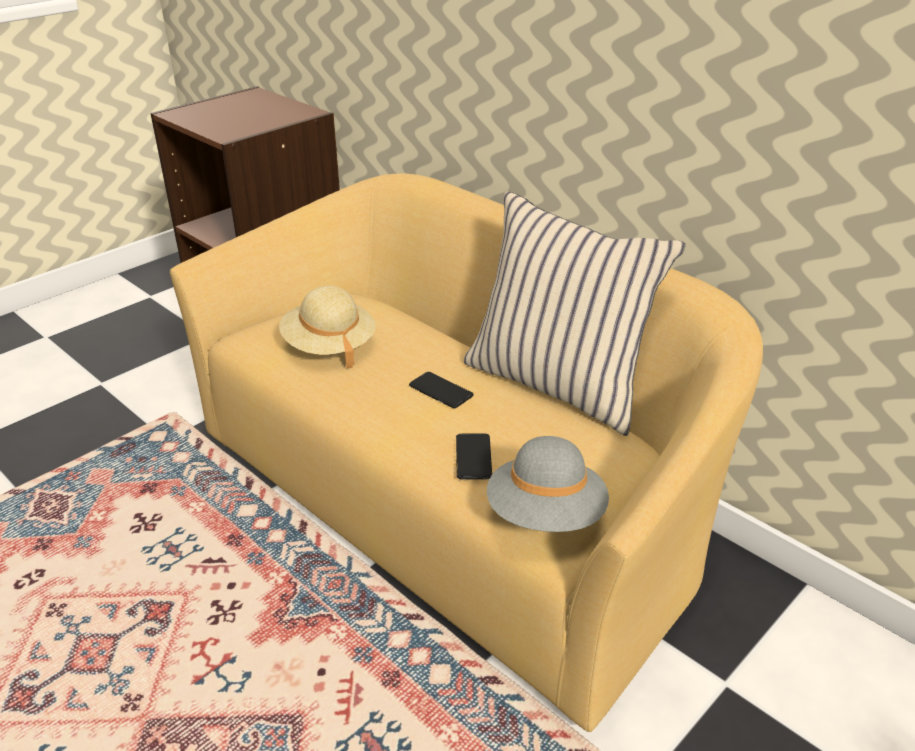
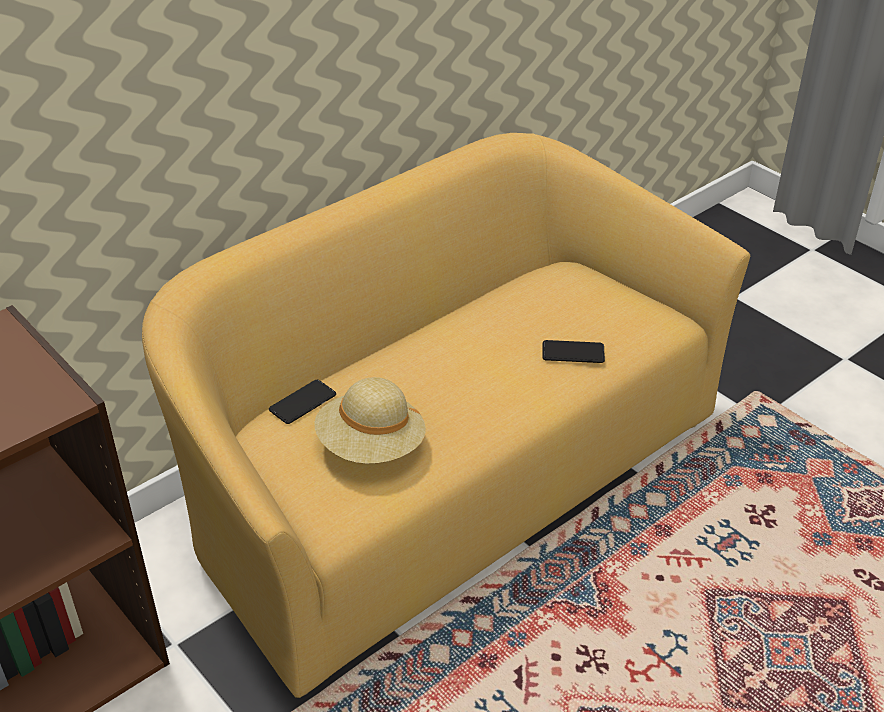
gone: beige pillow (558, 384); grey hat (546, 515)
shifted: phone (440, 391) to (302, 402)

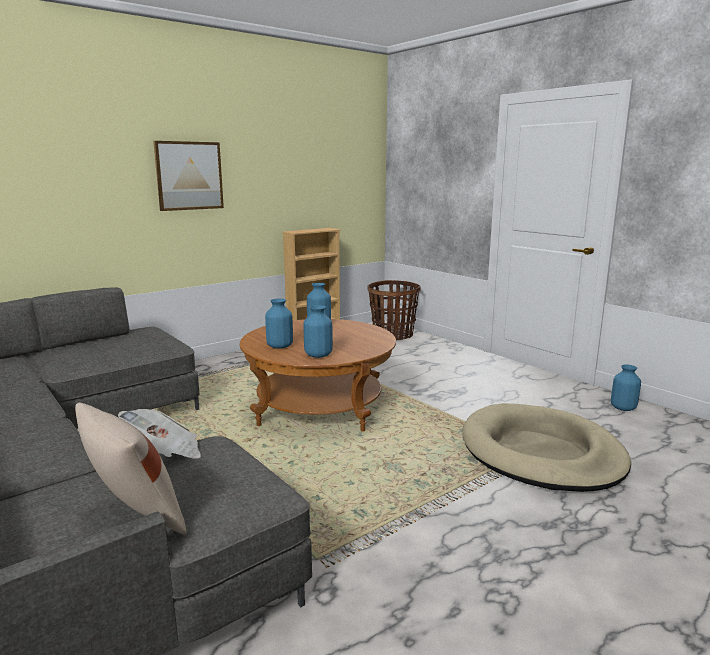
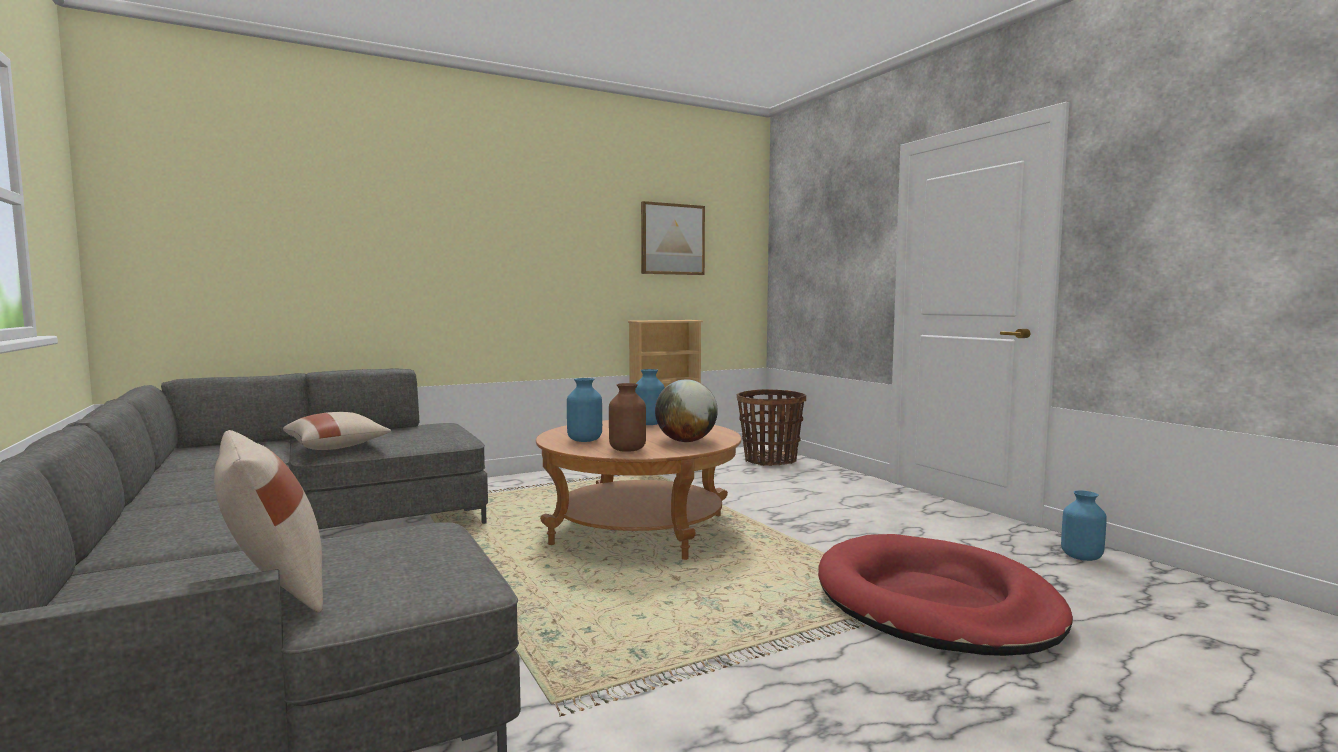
gone: newspaper (164, 452)
new: beige pillow (337, 447); globe (686, 441)
shifted: picture (189, 176) to (672, 239)
repainted: blue vase (318, 355) to brown vase (628, 449); beige dog bed (541, 453) to red dog bed (935, 603)

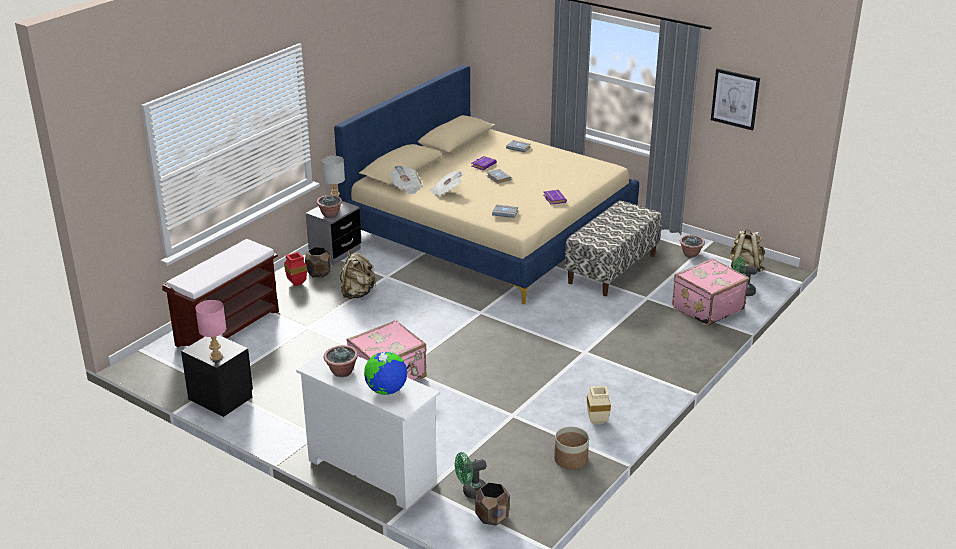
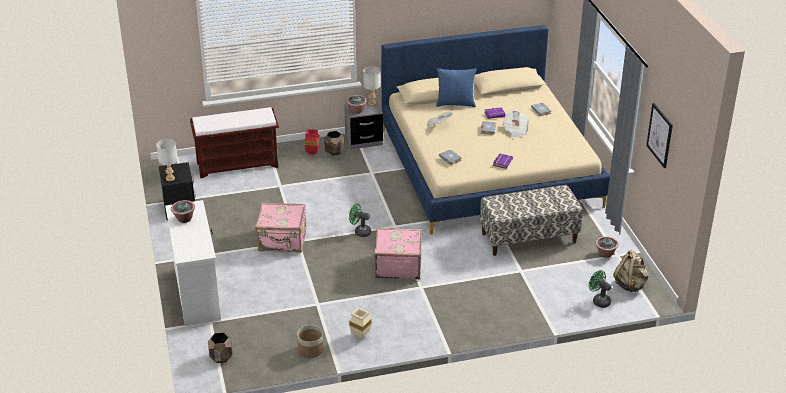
gone: beige backpack (357, 294); globe (386, 390)
new: blue pillow (455, 104)
shifted: newspaper (406, 188) to (515, 131); green fan (471, 492) to (360, 232); pink suitcase (706, 308) to (398, 266)
repainted: pink table lamp (216, 356) to grey table lamp (170, 178)

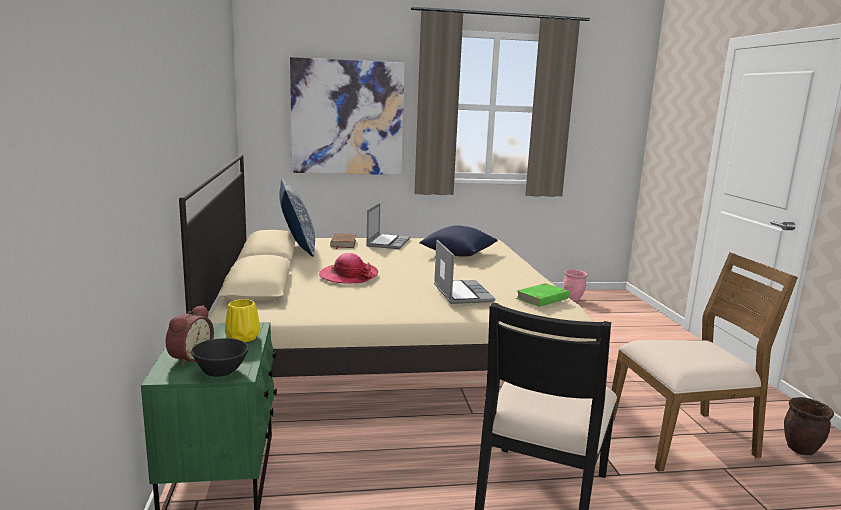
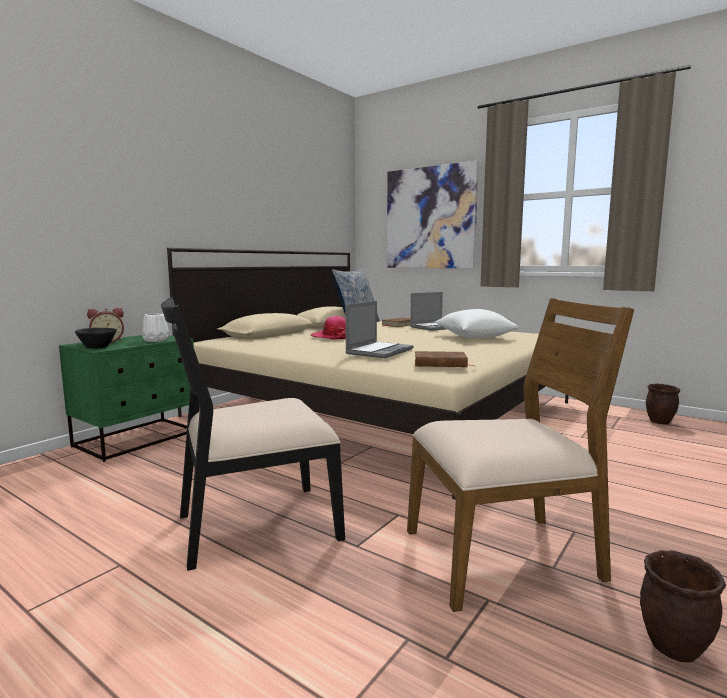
repainted: yellow vase (243, 338) to white vase (156, 340); blue pillow (458, 254) to white pillow (474, 337); green book (542, 298) to brown book (440, 363); pink planter (572, 299) to brown planter (659, 422)
rotated: brown chair (683, 438) = (503, 556) 45 degrees counterclockwise

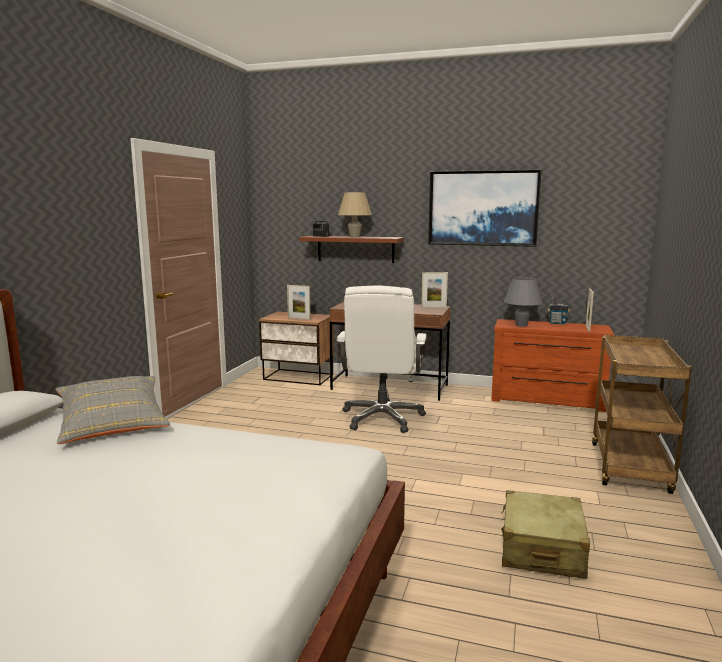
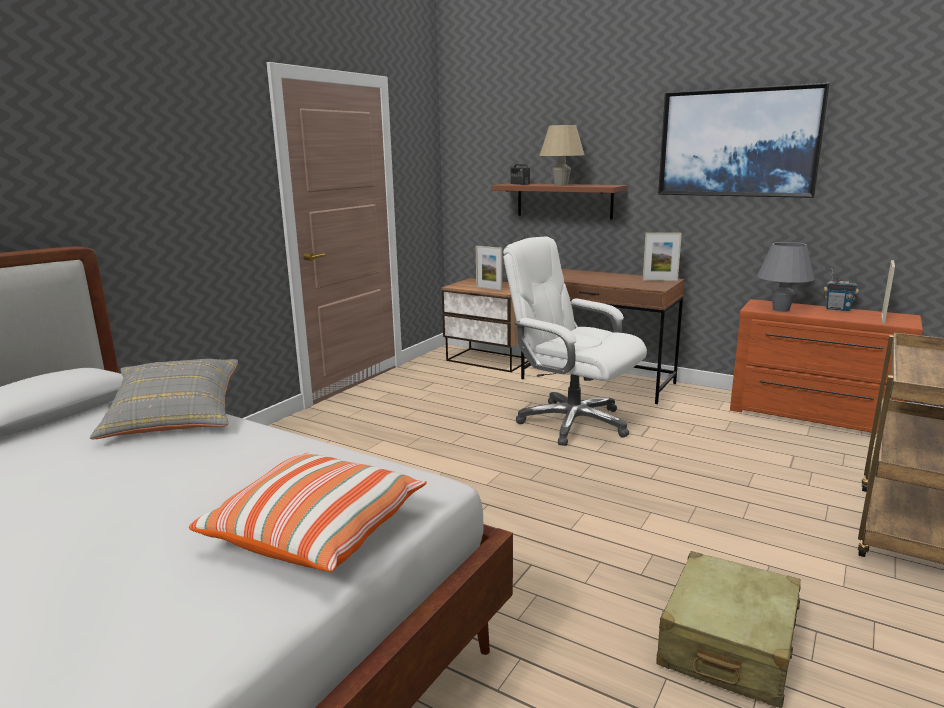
new: pillow (317, 531)
rotated: white office chair (382, 418) = (572, 422) 105 degrees clockwise

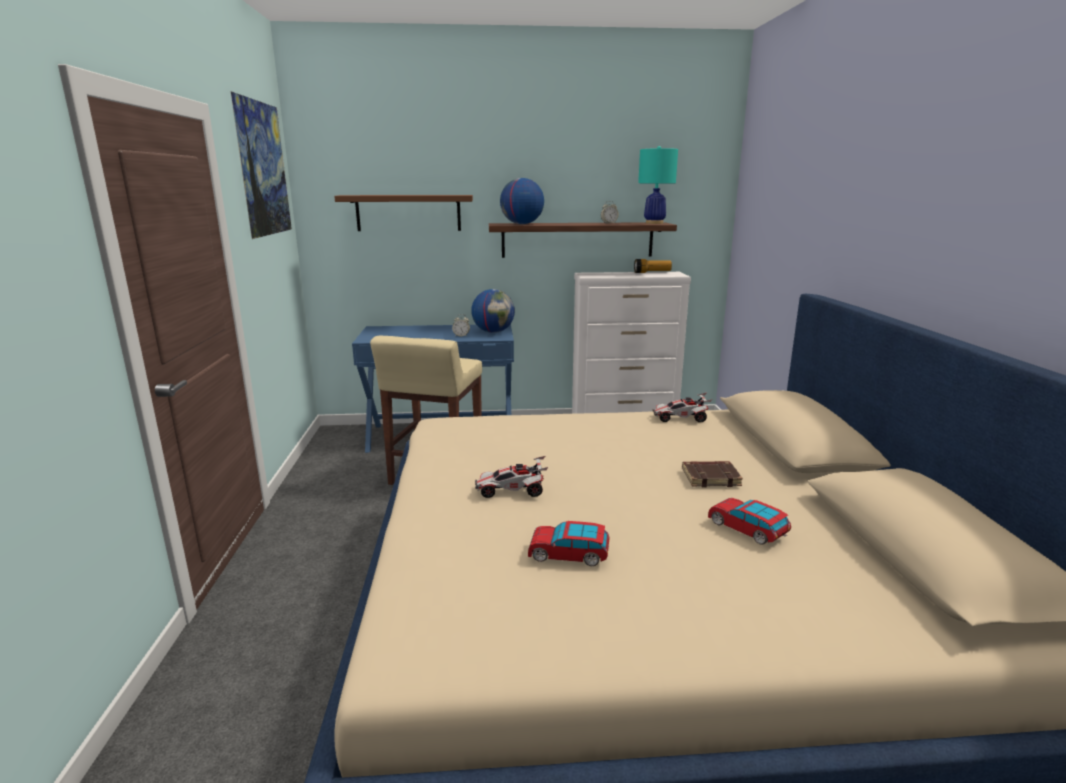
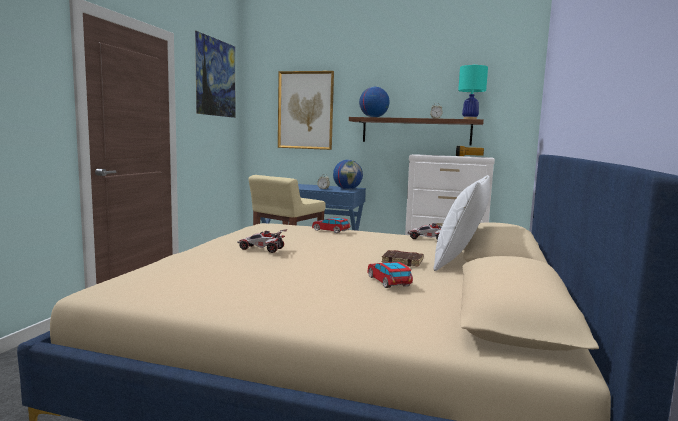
new: white pillow (460, 261)
shifted: toy car (569, 554) to (331, 231)
swapped: brown shelf (408, 213) to picture (305, 110)

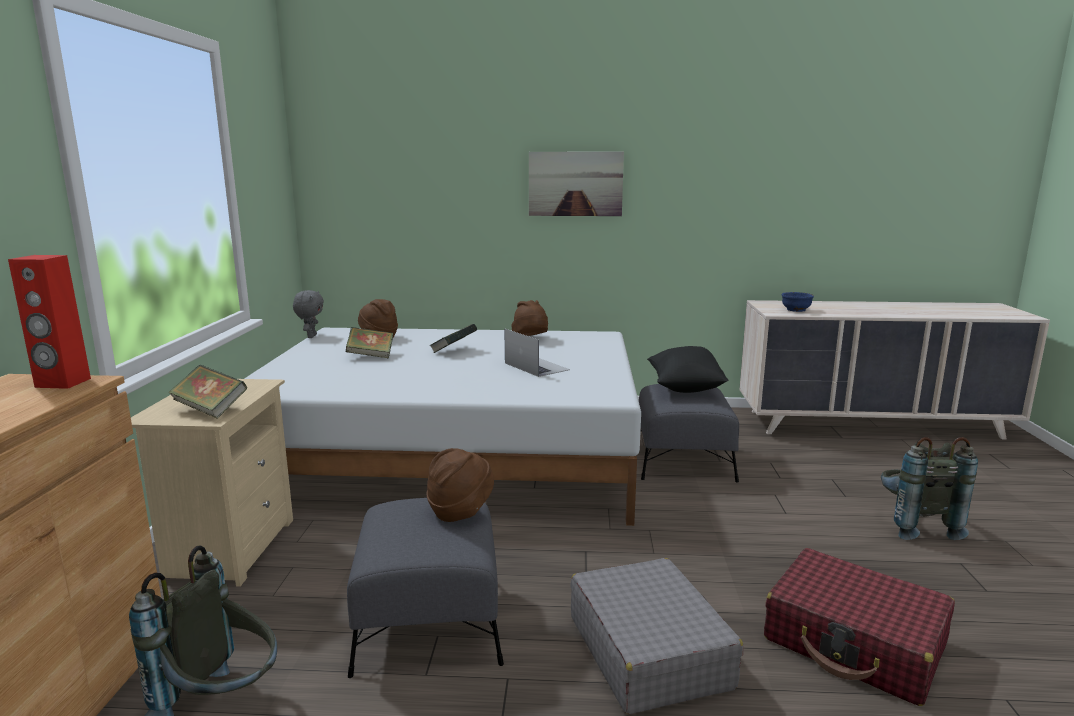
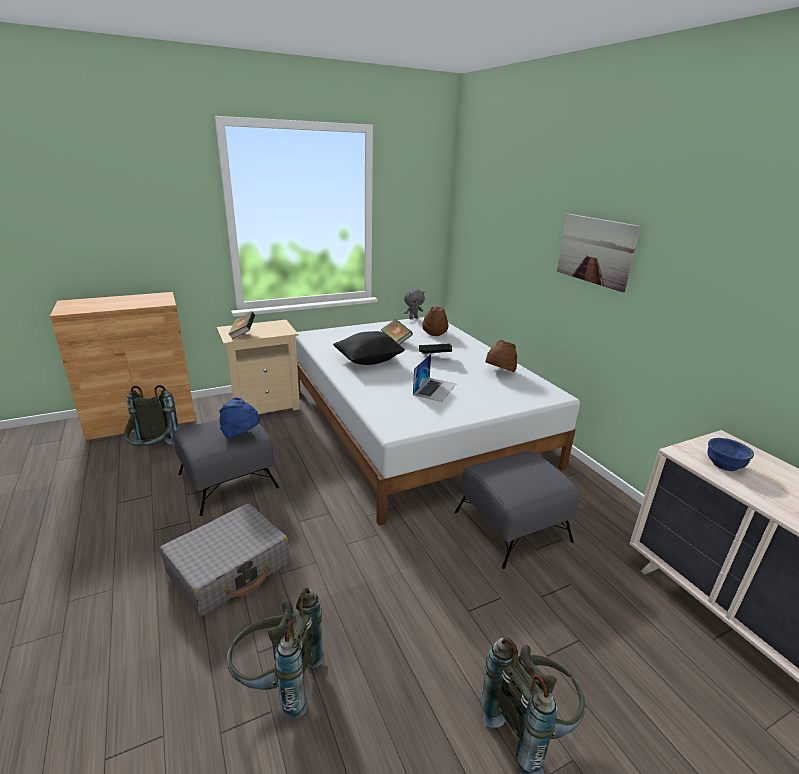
gone: red speaker (62, 383)
shifted: black pillow (685, 388) to (369, 361)
swapped: red suitcase (854, 642) to grey backpack (278, 683)
repainted: brown hat (460, 511) to blue hat (241, 434)

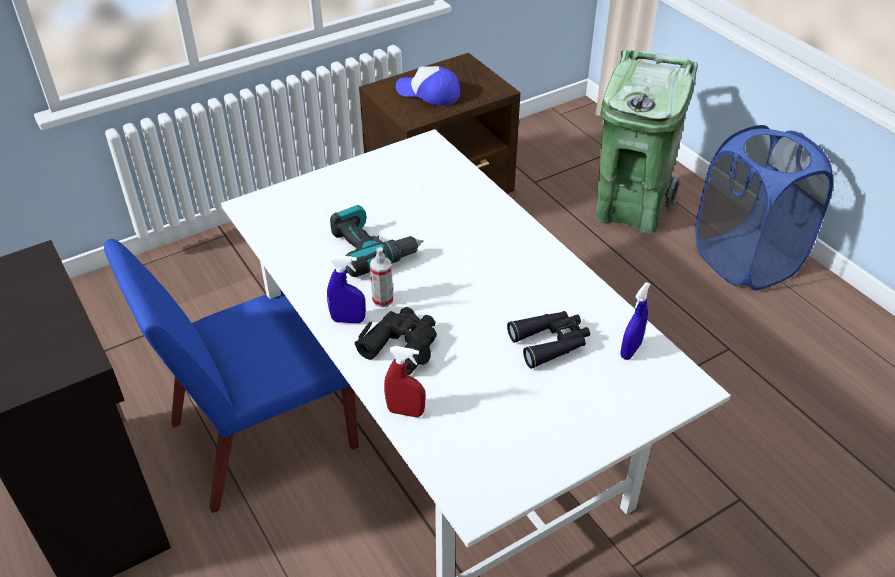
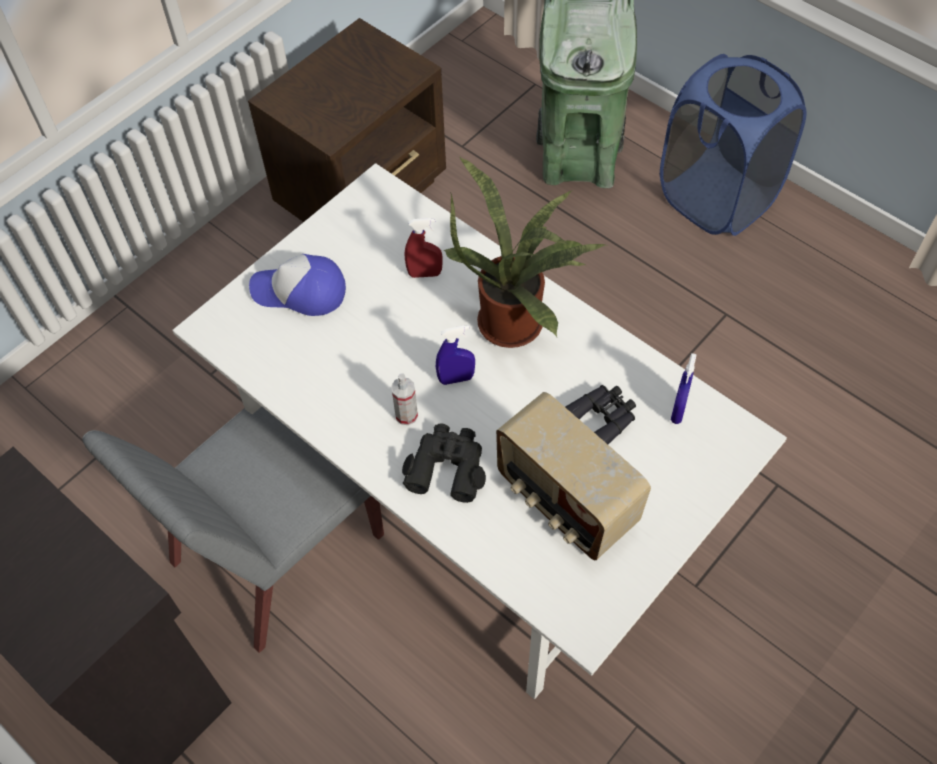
gone: power drill (371, 249)
new: potted plant (516, 321); radio (565, 501)
shifted: blue spray bottle (348, 320) to (456, 378); red spray bottle (405, 411) to (424, 273); cap (428, 93) to (300, 291)
repainted: blue chair (261, 437) to grey chair (275, 551)

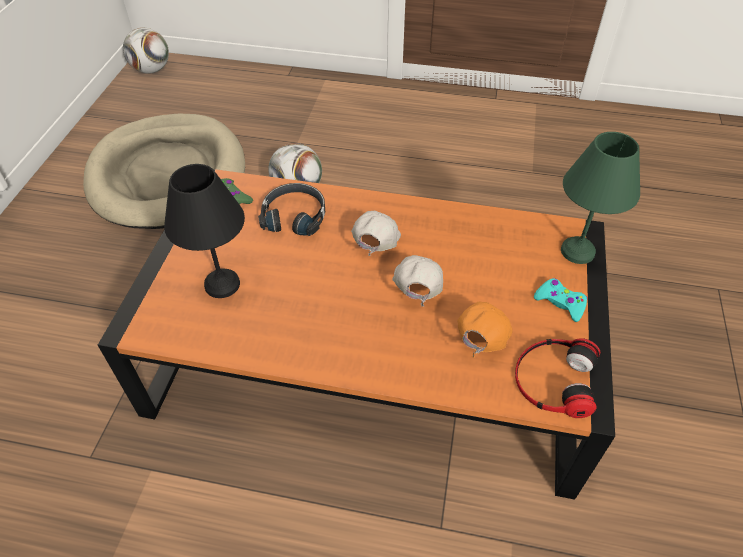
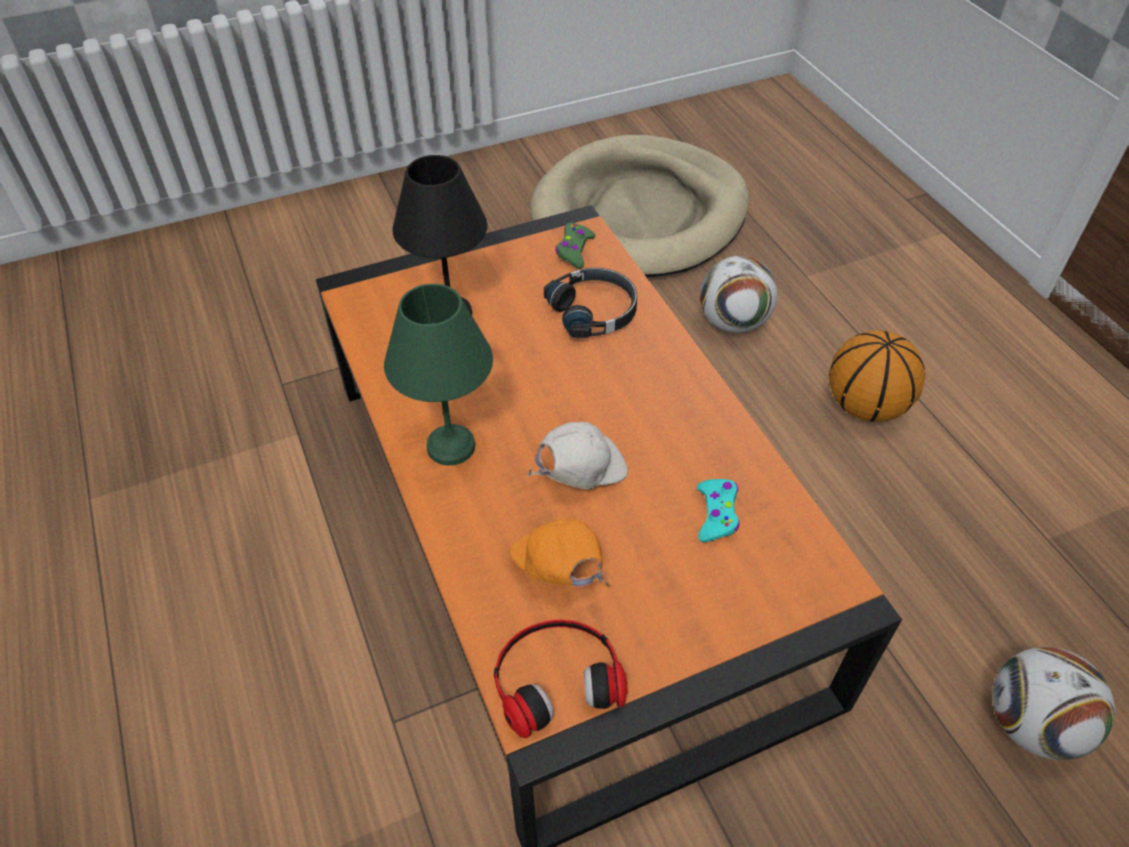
gone: white cap (375, 246)
new: basketball (866, 406)
shifted: football (151, 70) to (1031, 724); turquoise game controller (560, 303) to (716, 514); green table lamp (576, 251) to (450, 444)
rotated: orange cap (480, 339) = (558, 570) 120 degrees counterclockwise

